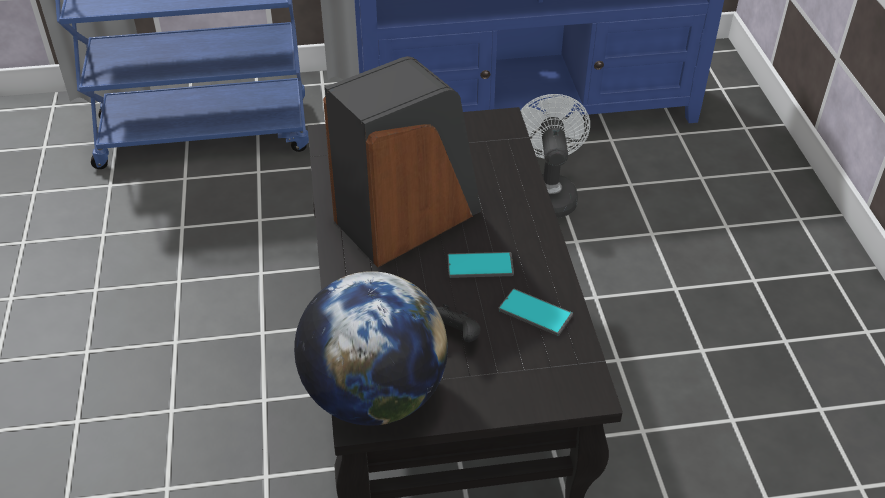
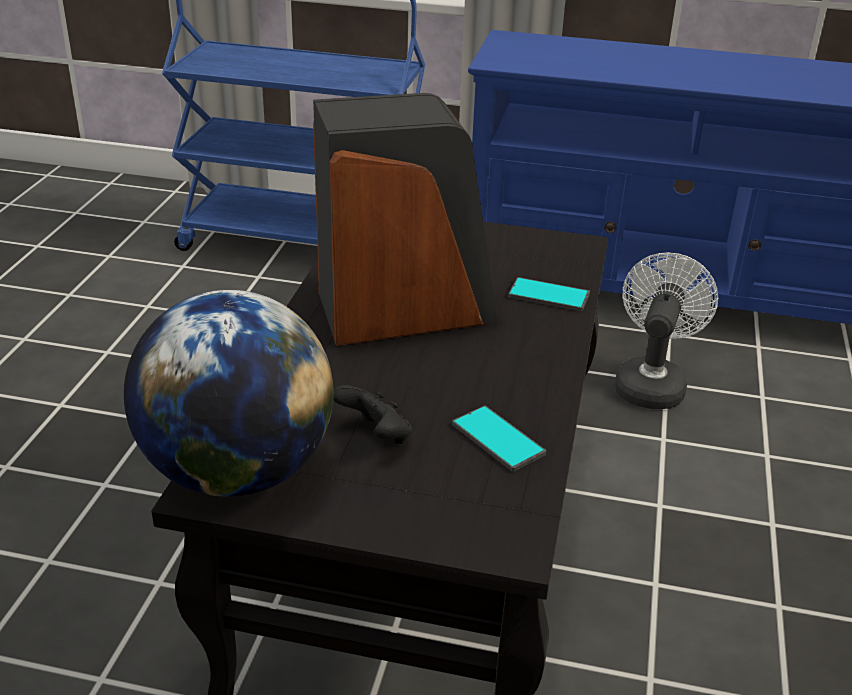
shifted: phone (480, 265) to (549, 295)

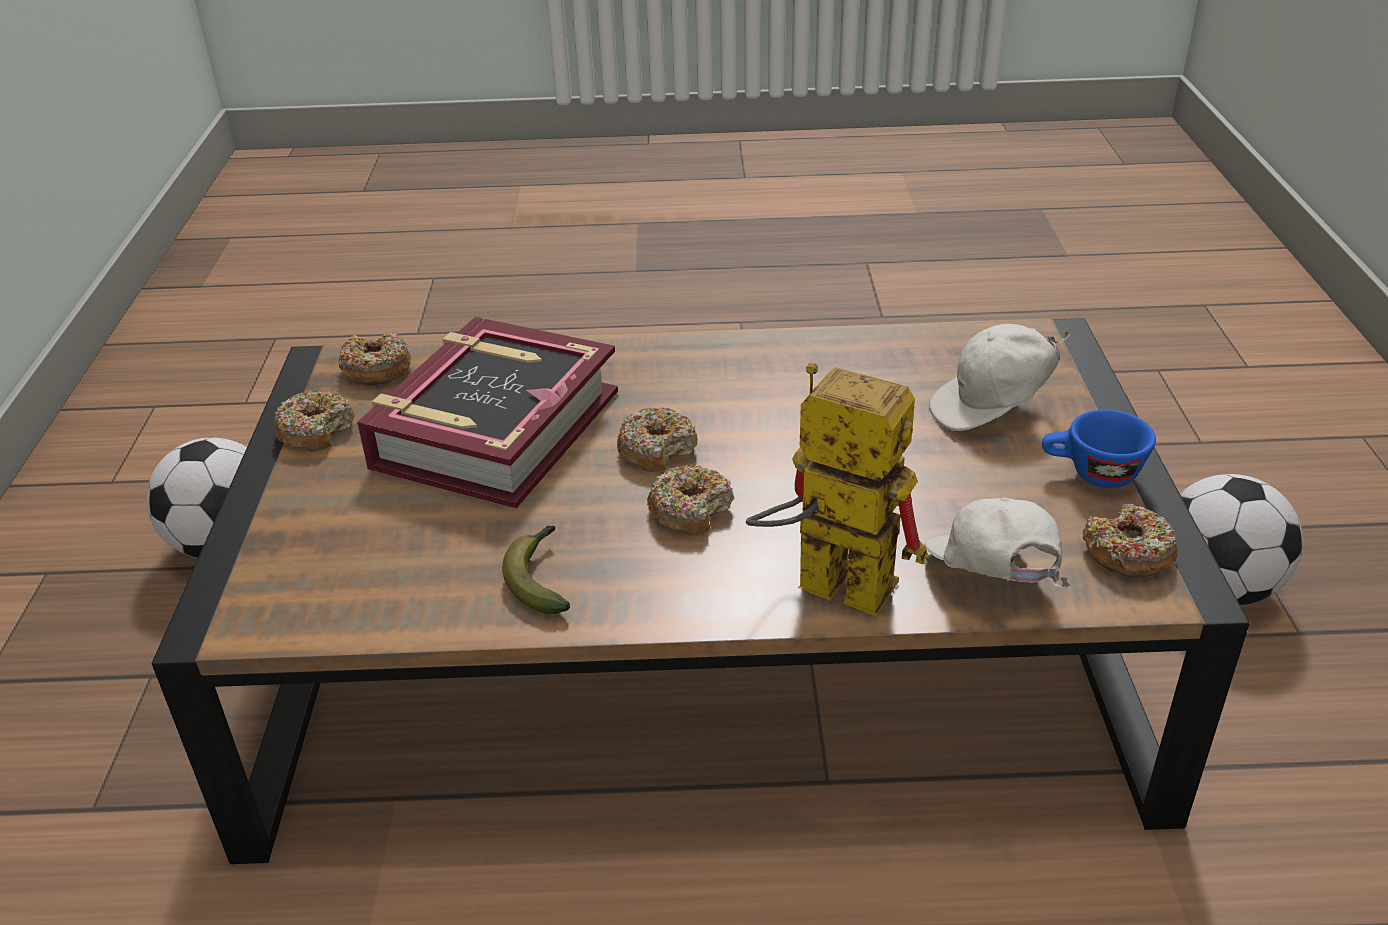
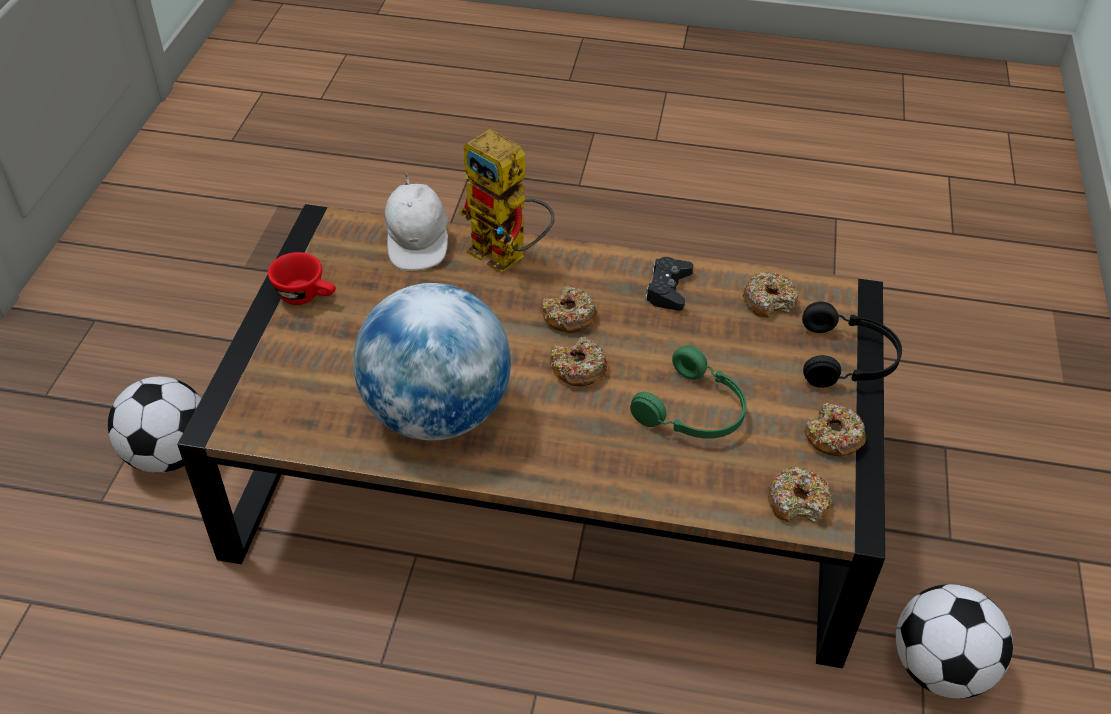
gone: white cap (993, 409)
new: globe (436, 413); black headphones (848, 359)
shifted: donut (1128, 553) to (769, 301)
swapped: book (495, 429) to green headphones (694, 412); banana (540, 577) to black game controller (668, 289)
repainted: blue cup (1091, 474) to red cup (307, 296)

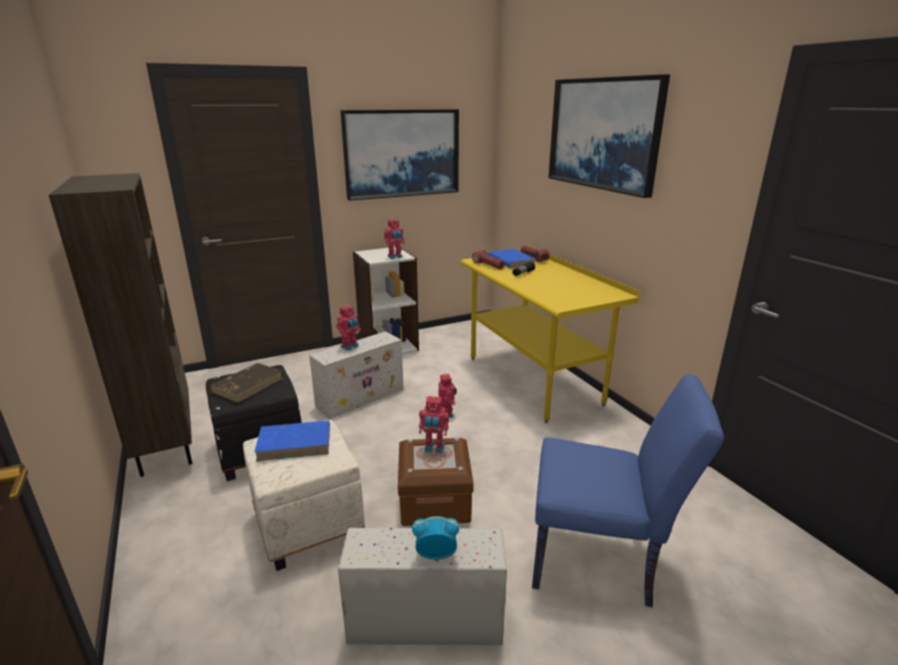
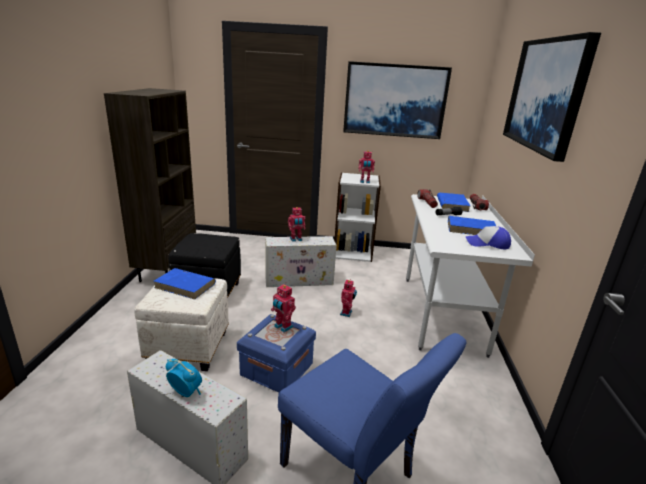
gone: brown book (248, 385)
new: blue book (471, 229); cap (487, 244)
repainted: brown storage box (434, 501) to blue storage box (277, 369); yellow desk (533, 380) to white desk (442, 313)

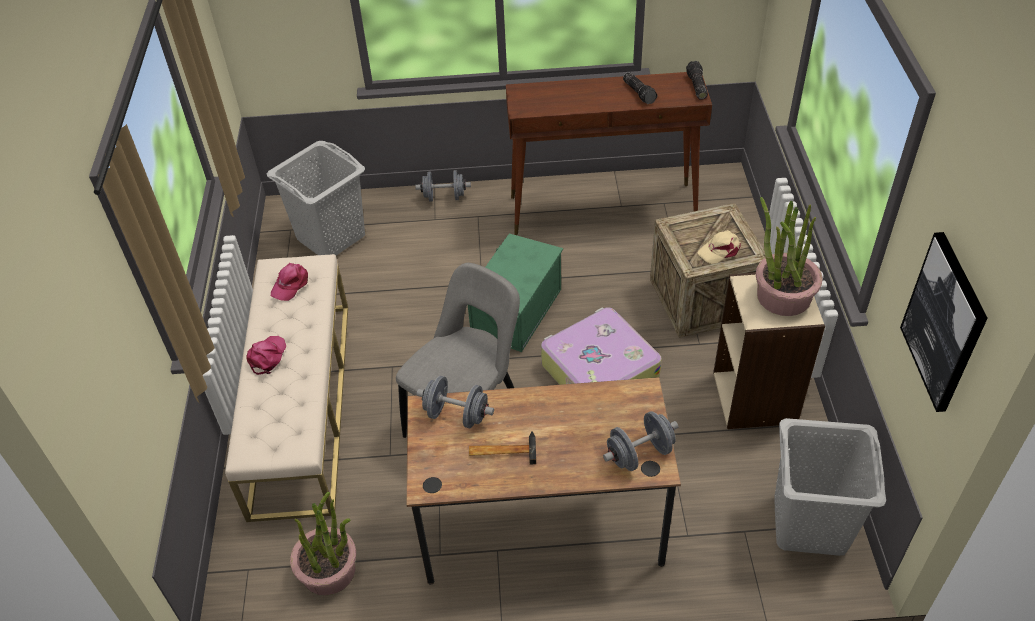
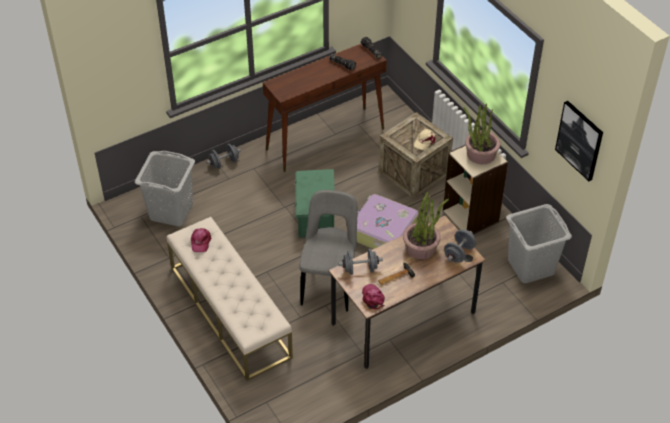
shifted: pink cap (267, 357) to (373, 297); potted plant (329, 570) to (421, 247)

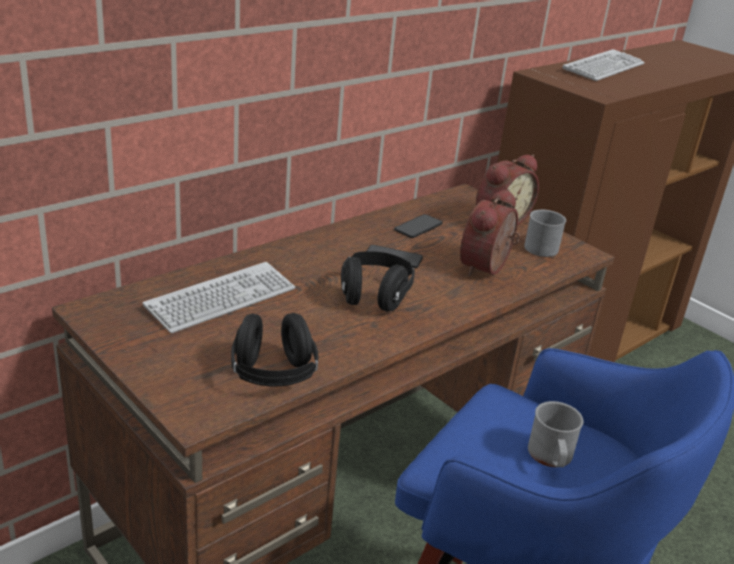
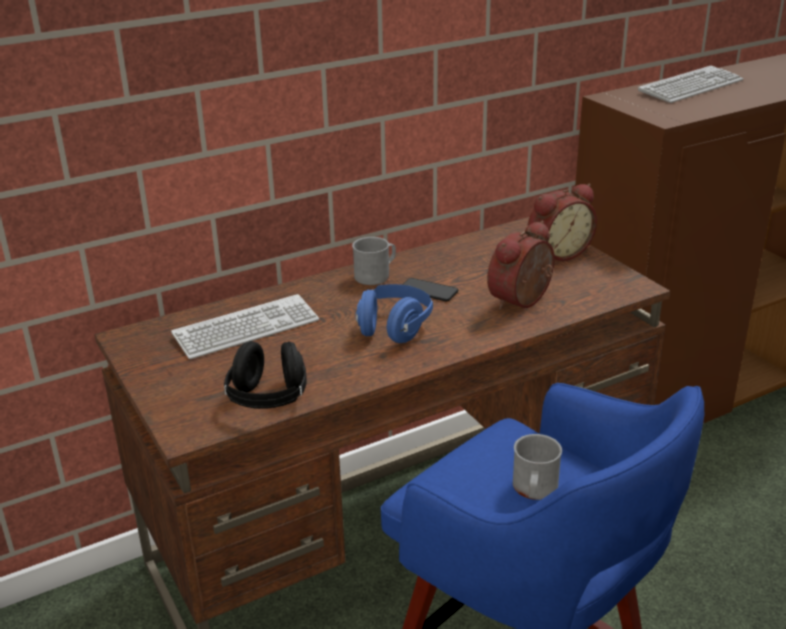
gone: phone (418, 227)
shifted: grey mug (543, 247) to (376, 275)
repainted: black headphones (374, 296) to blue headphones (394, 328)

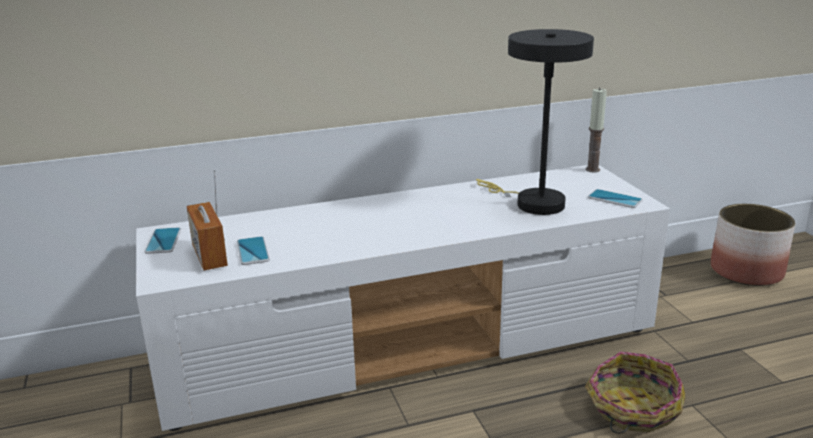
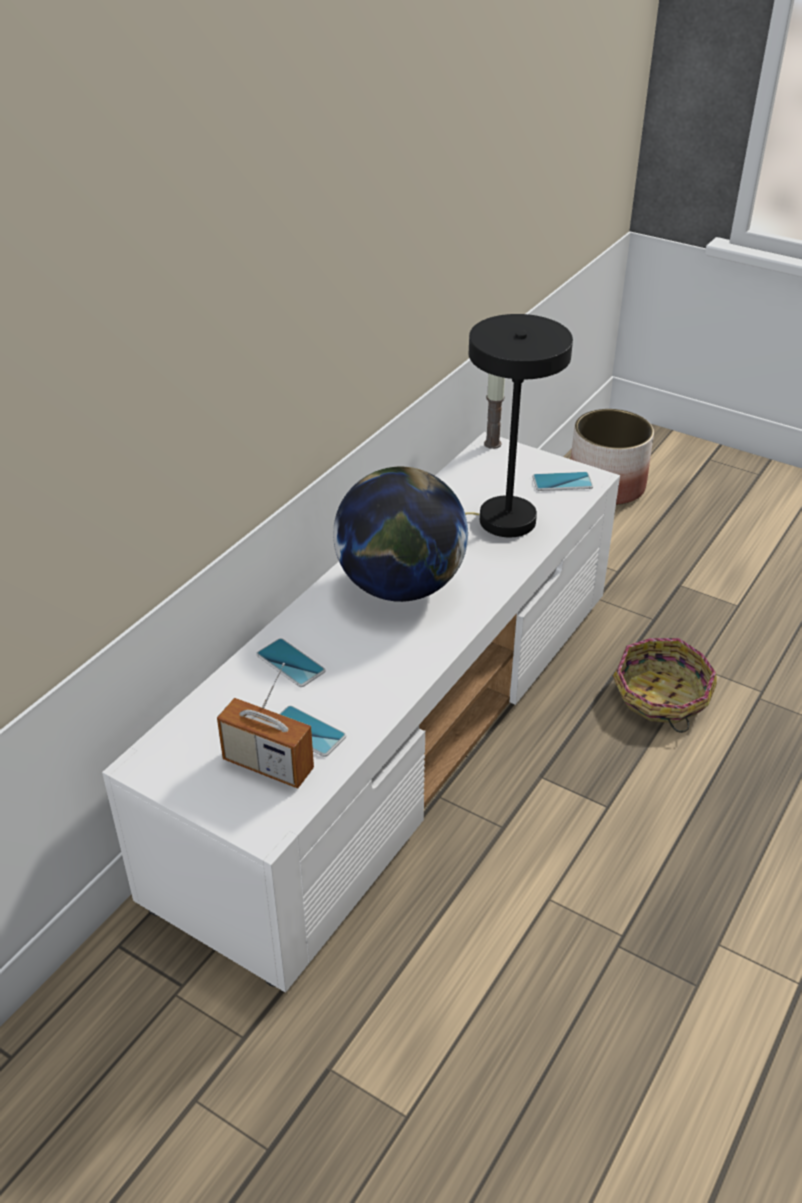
new: globe (400, 587)
shifted: phone (163, 241) to (290, 663)

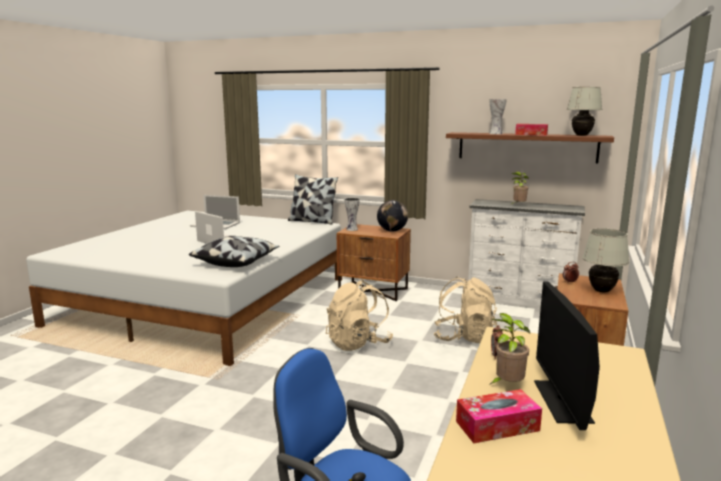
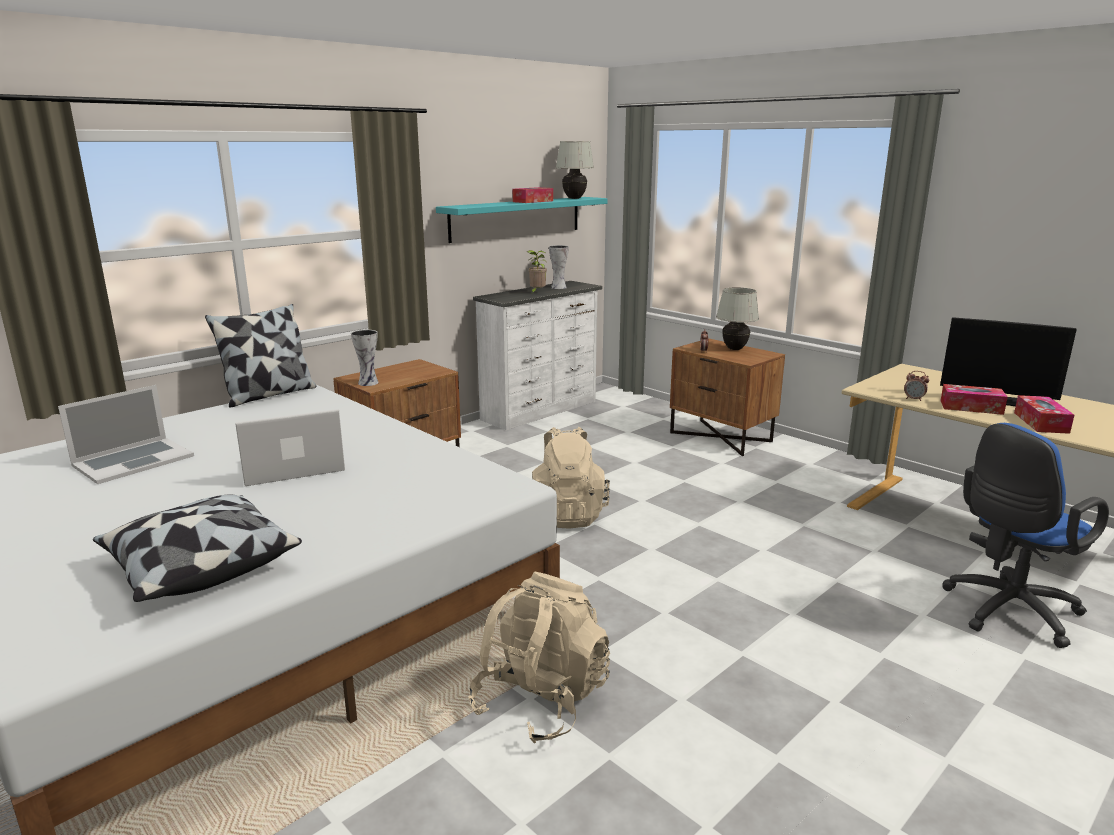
gone: globe (392, 231)
shifted: pillow (236, 262) to (199, 567); beige backpack (464, 337) to (541, 701); vase (495, 133) to (558, 287)
swapped: potted plant (507, 385) to tissue box (971, 407)
repainted: brown shelf (526, 147) to turquoise shelf (516, 218)

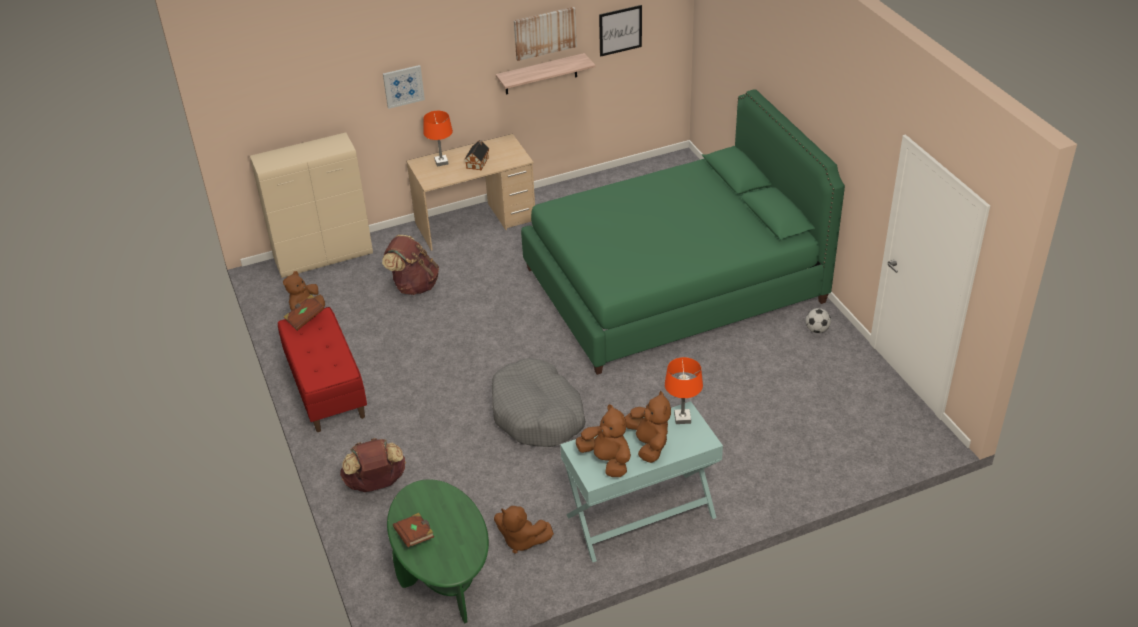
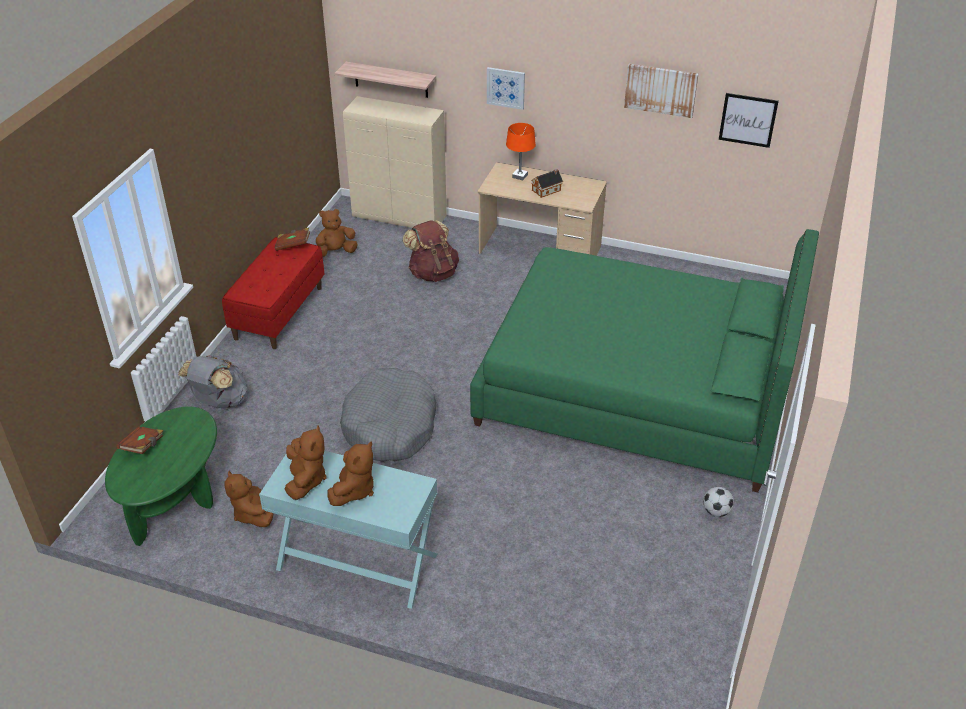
gone: orange table lamp (682, 418)
shifted: shelf (541, 74) to (391, 80)
repainted: brown backpack (376, 484) to grey backpack (219, 402)

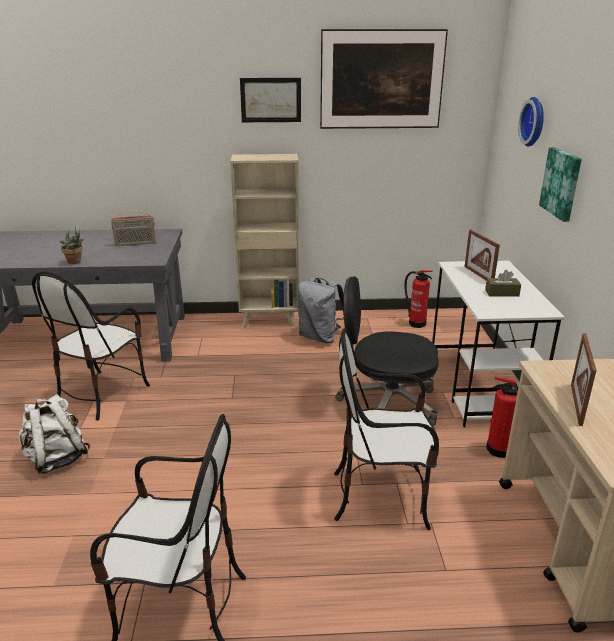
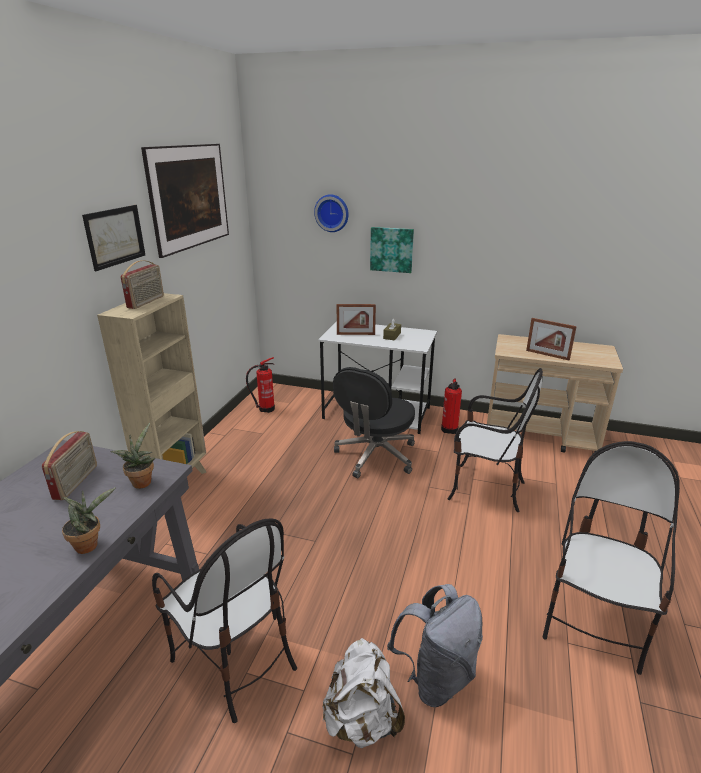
new: potted plant (142, 481); radio (146, 302)
shifted: grey backpack (320, 337) to (436, 677)
rotated: chair (381, 496) = (485, 489) 90 degrees counterclockwise

